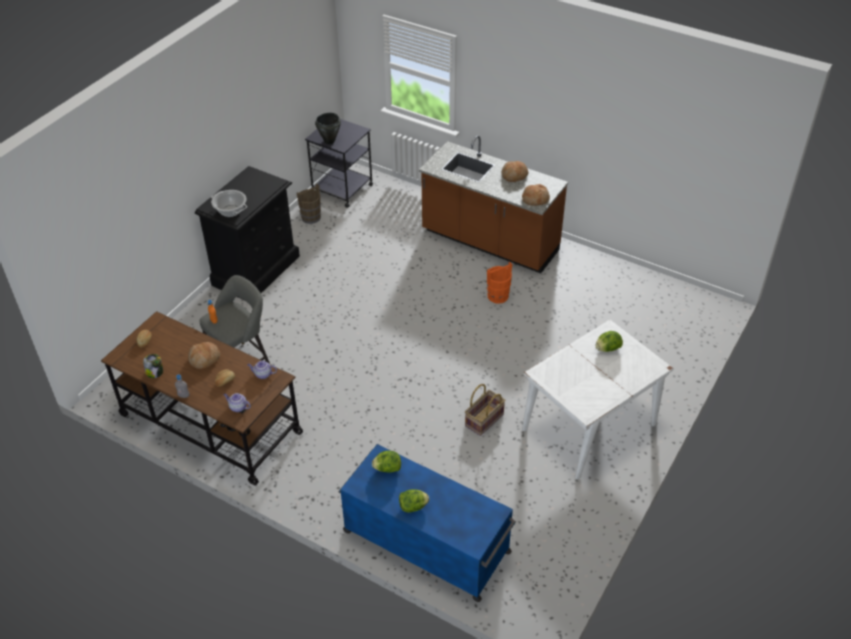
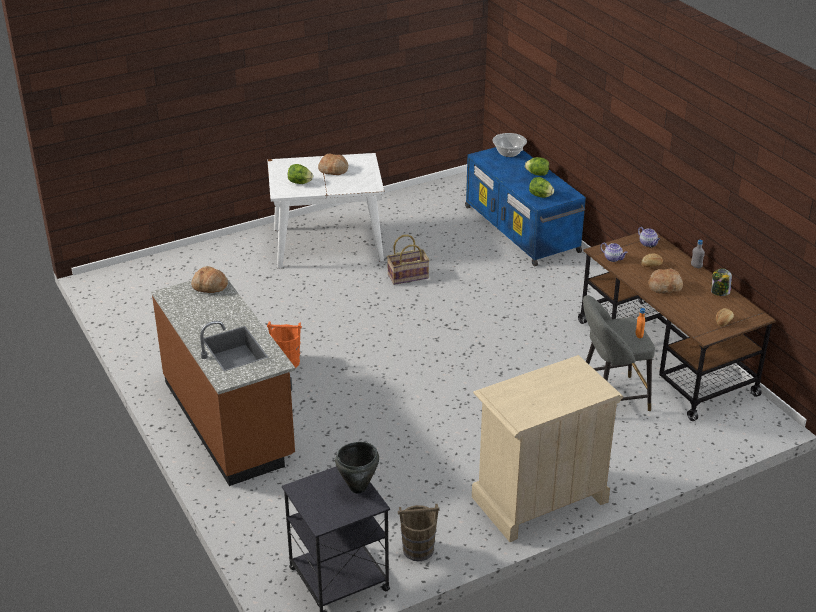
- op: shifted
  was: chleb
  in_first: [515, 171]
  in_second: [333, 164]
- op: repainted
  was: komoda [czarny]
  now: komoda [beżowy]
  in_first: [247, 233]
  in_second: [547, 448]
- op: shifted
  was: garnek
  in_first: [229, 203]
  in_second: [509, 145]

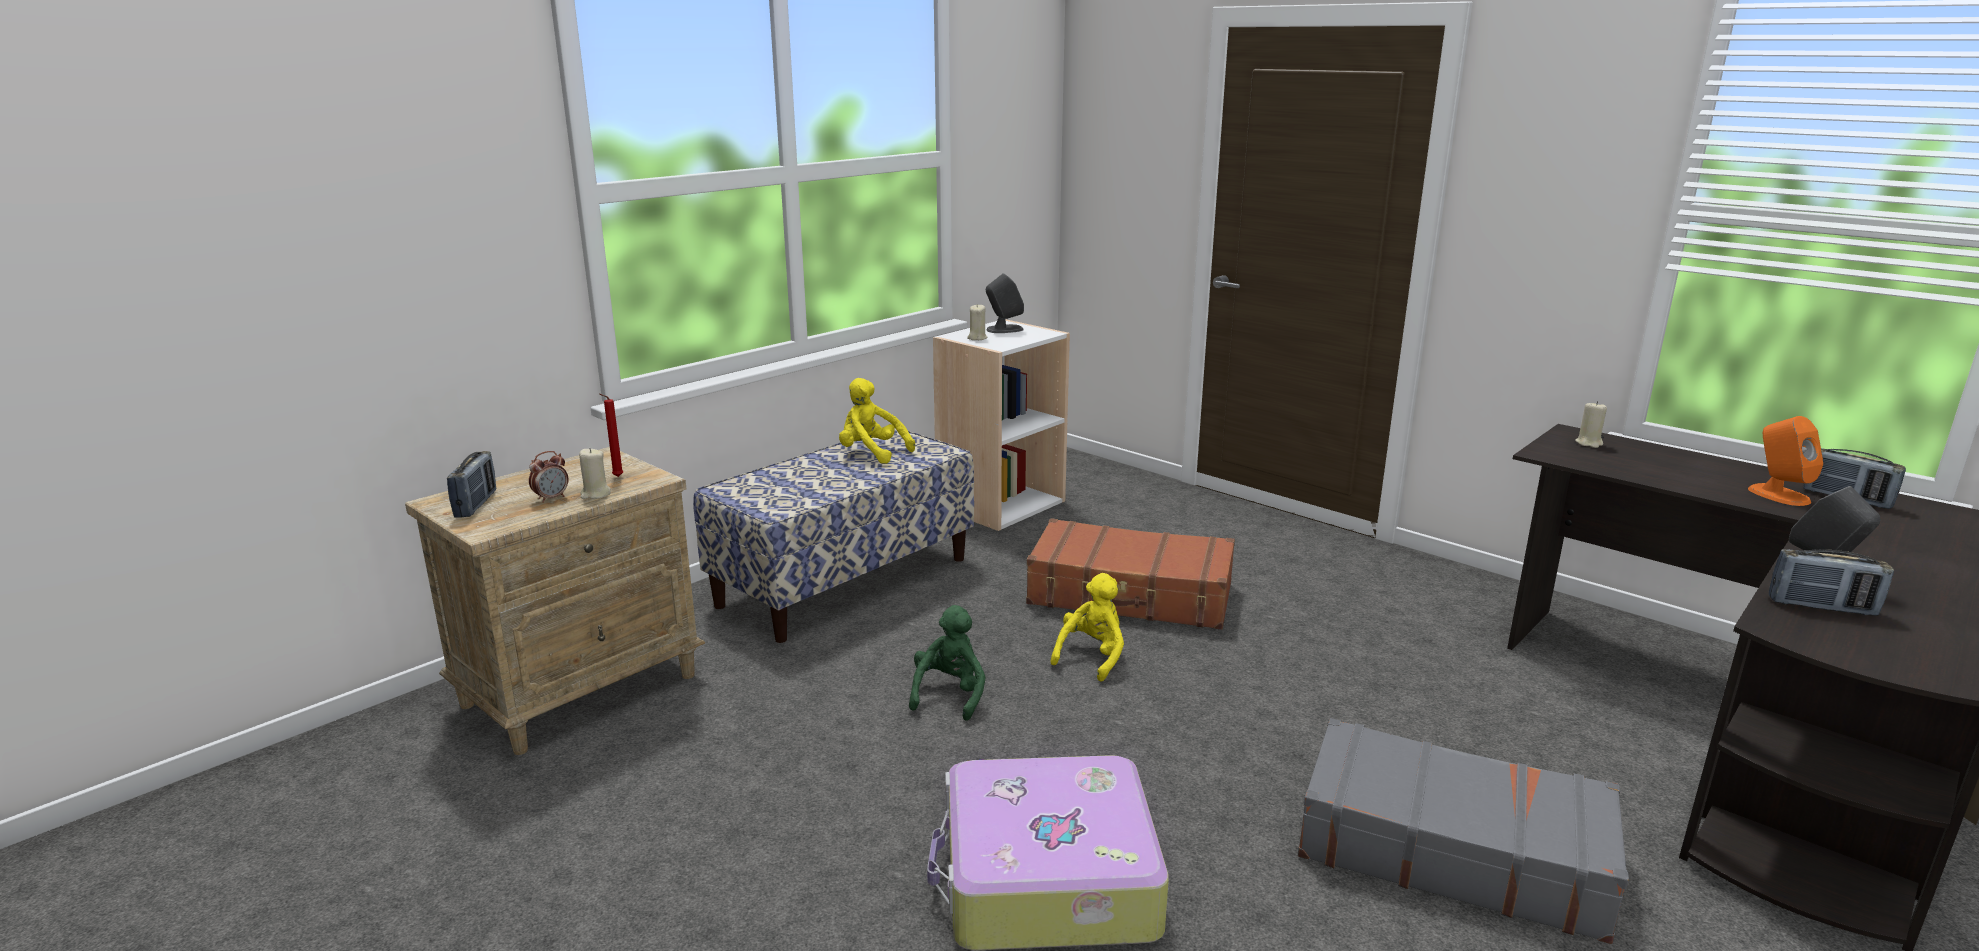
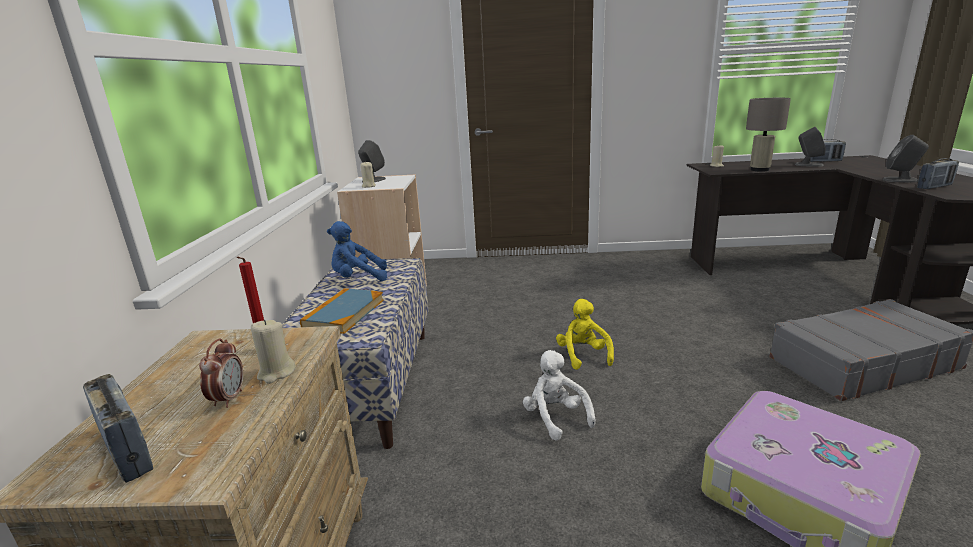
- op: repainted
  was: pluszak [żółty]
  now: pluszak [niebieski]
  in_first: [877, 421]
  in_second: [357, 251]
- op: repainted
  was: głośnik [pomarańczowy]
  now: głośnik [szary]
  in_first: [1785, 461]
  in_second: [810, 147]
- op: gone
  was: walizka [brązowy]
  in_first: [1130, 574]
- op: repainted
  was: pluszak [zielony]
  now: pluszak [biały]
  in_first: [947, 663]
  in_second: [559, 395]
- op: new
  now: lampa stołowa [szary]
  in_second: [768, 135]
- op: new
  now: książka
  in_second: [342, 311]

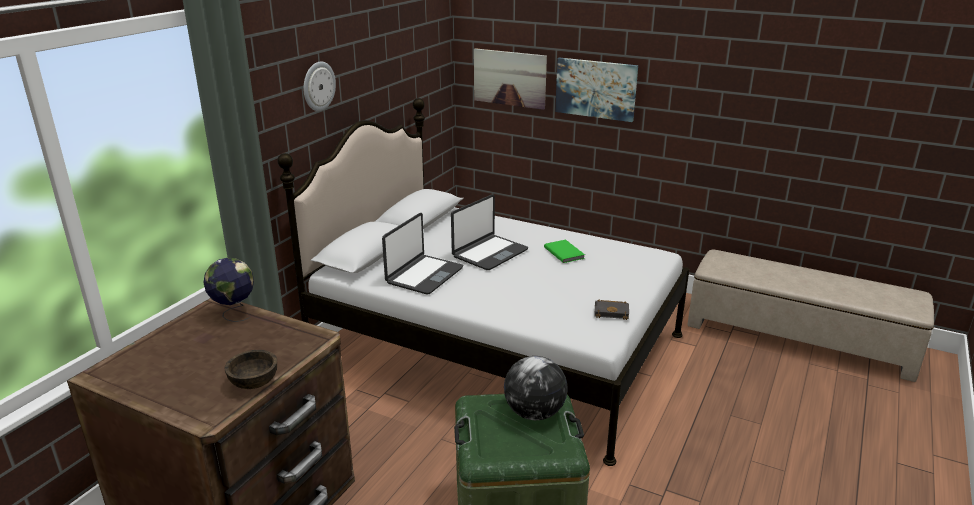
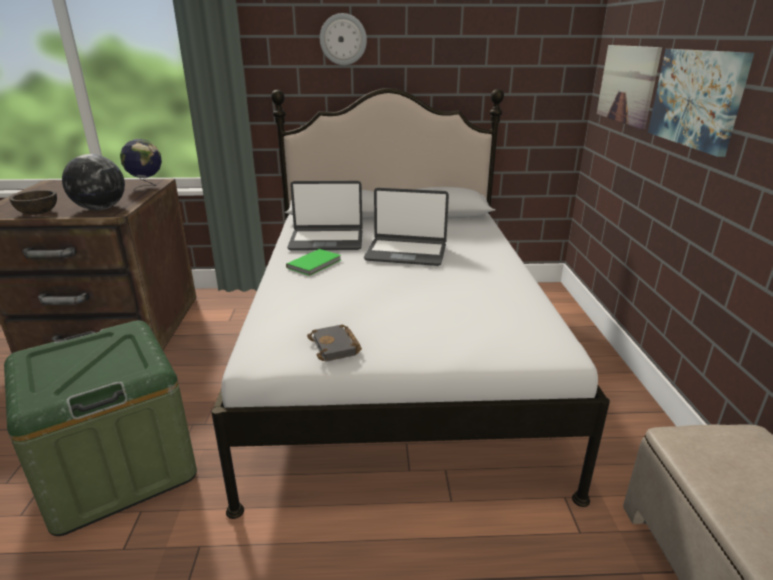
- op: shifted
  was: książka [zielony]
  in_first: [564, 251]
  in_second: [313, 262]
- op: shifted
  was: globus
  in_first: [536, 388]
  in_second: [93, 182]

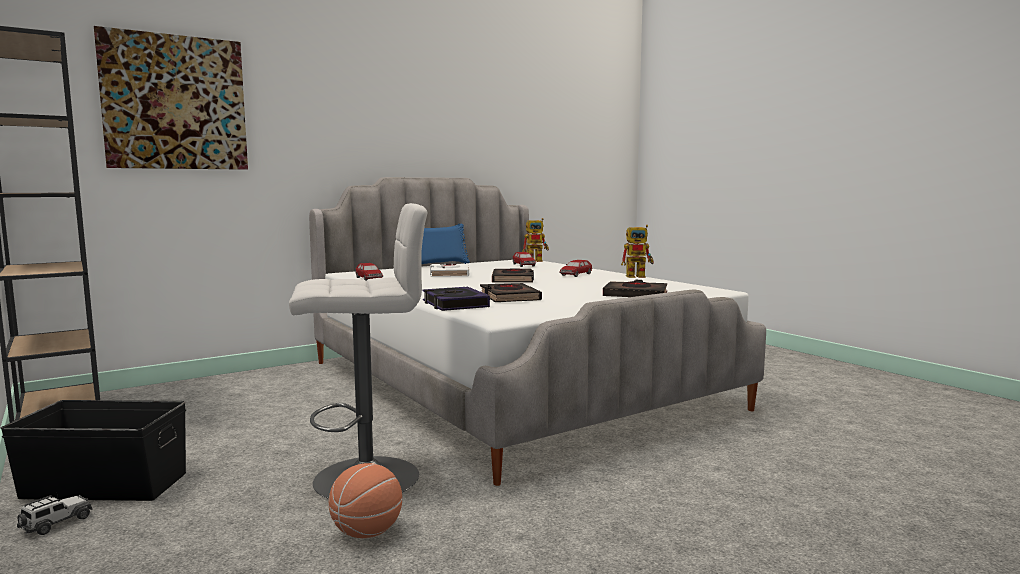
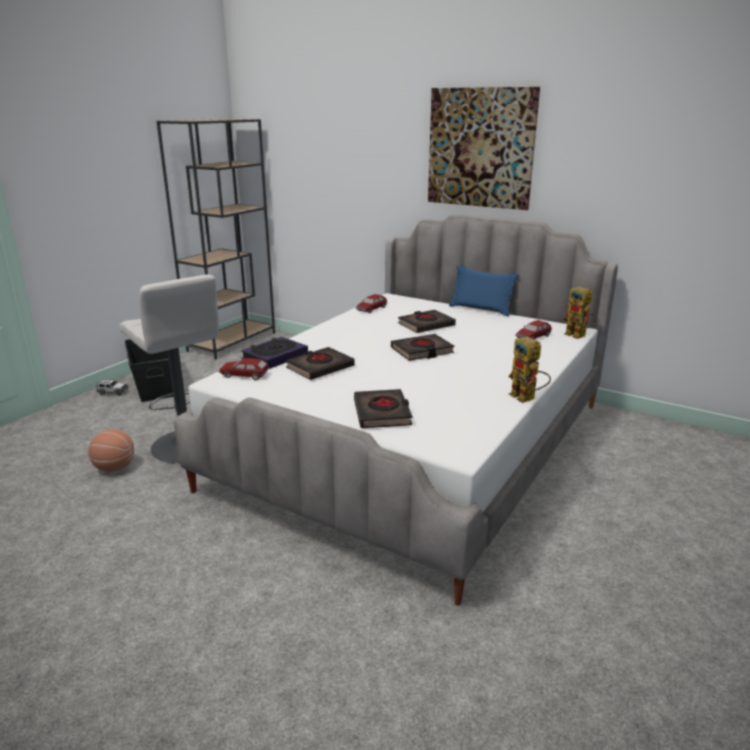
- op: shifted
  was: obraz
  in_first: [171, 98]
  in_second: [484, 148]
- op: shifted
  was: samochodzik
  in_first: [576, 268]
  in_second: [244, 369]
- op: repainted
  was: książka [biały]
  now: książka [czarny]
  in_first: [449, 270]
  in_second: [427, 321]

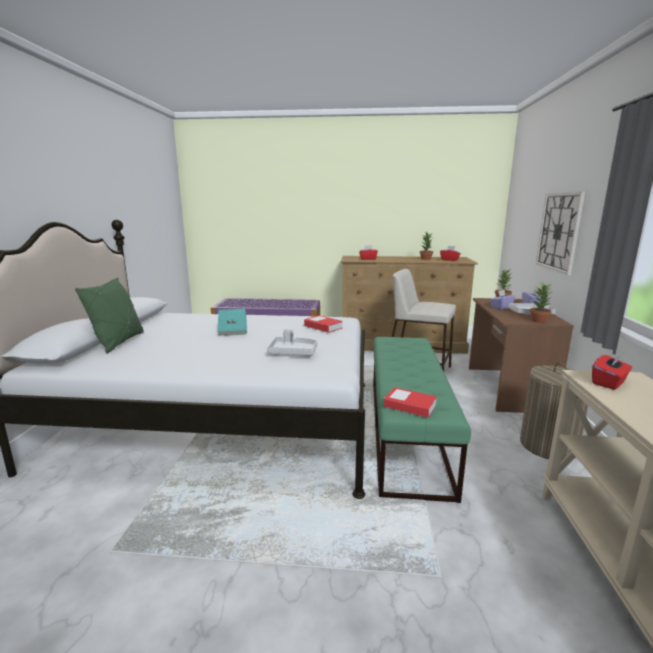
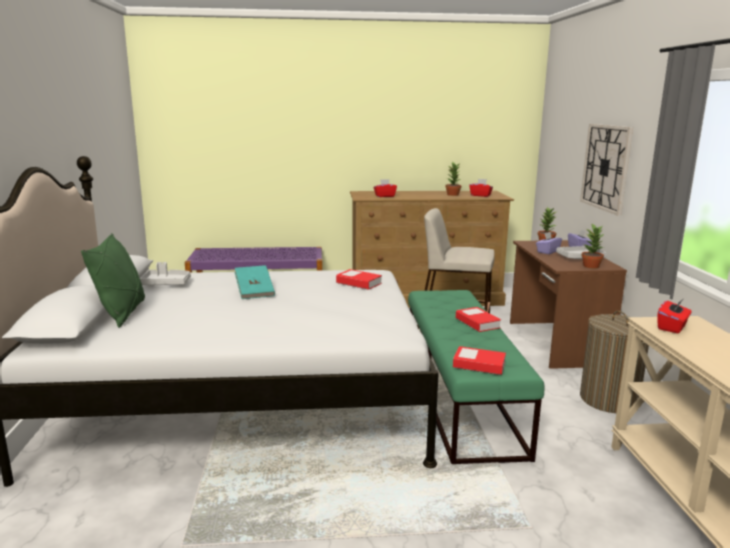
- op: shifted
  was: taca [szary]
  in_first: [292, 342]
  in_second: [165, 273]
- op: new
  now: książka
  in_second: [478, 319]

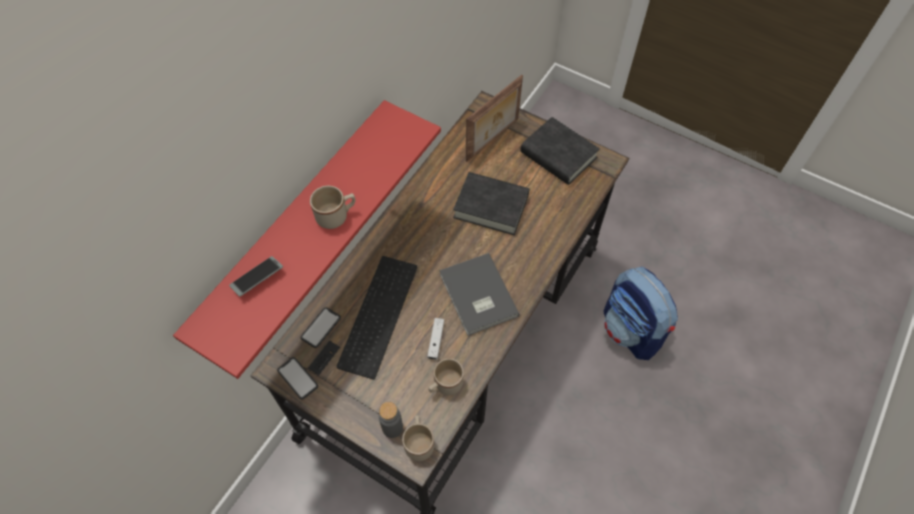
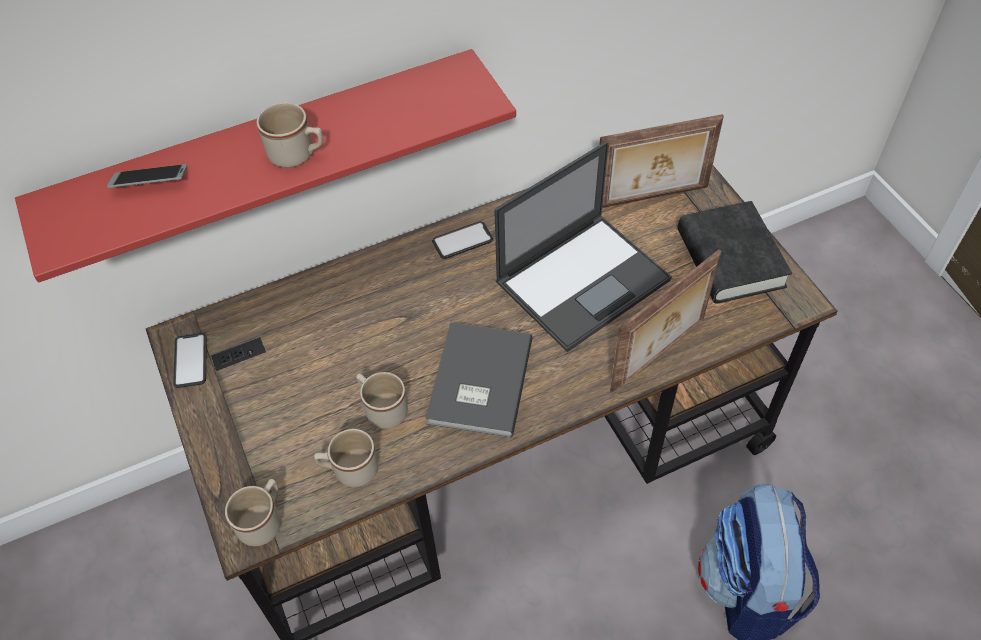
- op: swapped
  was: książka [czarny]
  now: laptop
  in_first: [491, 203]
  in_second: [583, 246]
- op: gone
  was: klawiatura
  in_first: [376, 318]
- op: shifted
  was: telefon
  in_first: [321, 327]
  in_second: [462, 240]
- op: swapped
  was: pad do gier [biały]
  now: kubek [beżowy]
  in_first: [435, 339]
  in_second: [382, 400]
- op: gone
  was: butelka [szary]
  in_first: [391, 420]
- op: new
  now: ramka na zdjęcie
  in_second: [665, 320]

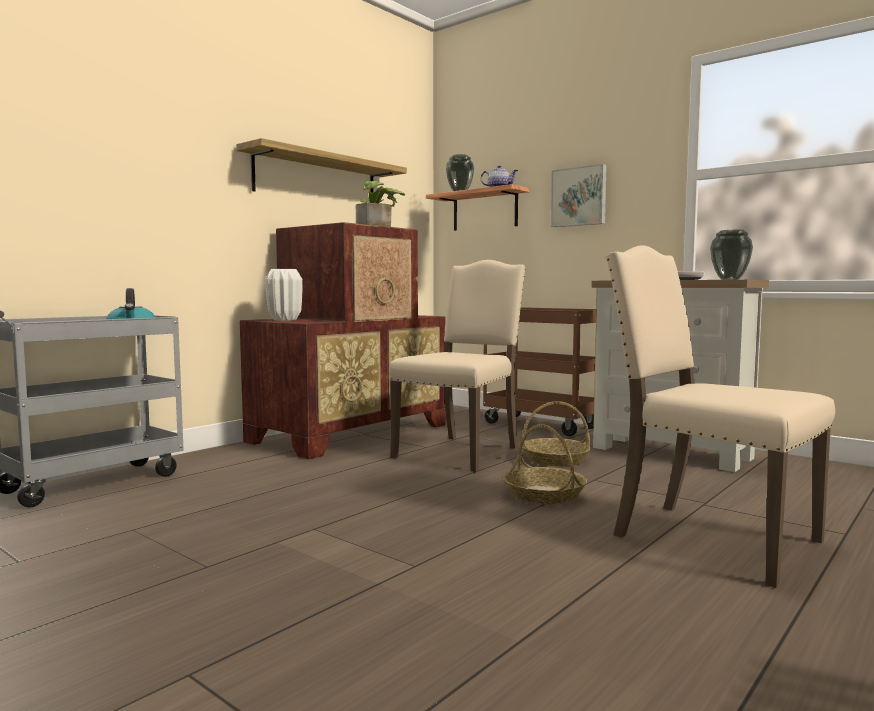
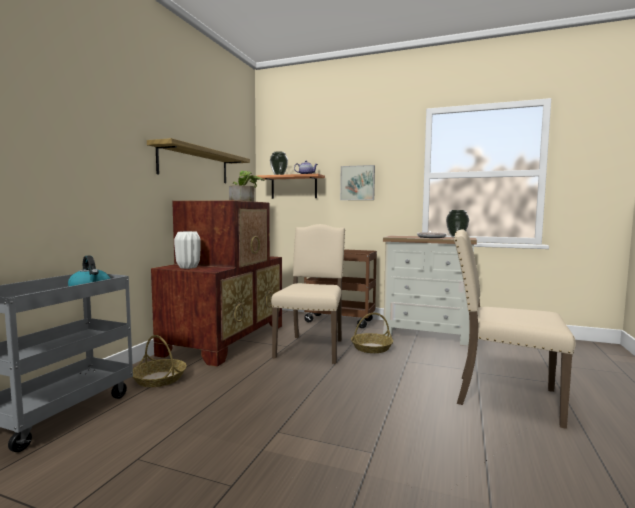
- op: shifted
  was: koszyk
  in_first: [545, 464]
  in_second: [160, 361]

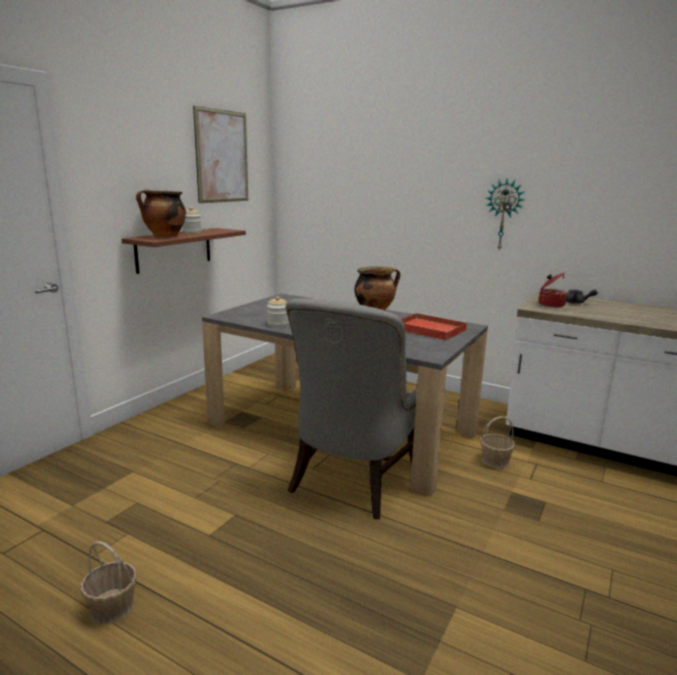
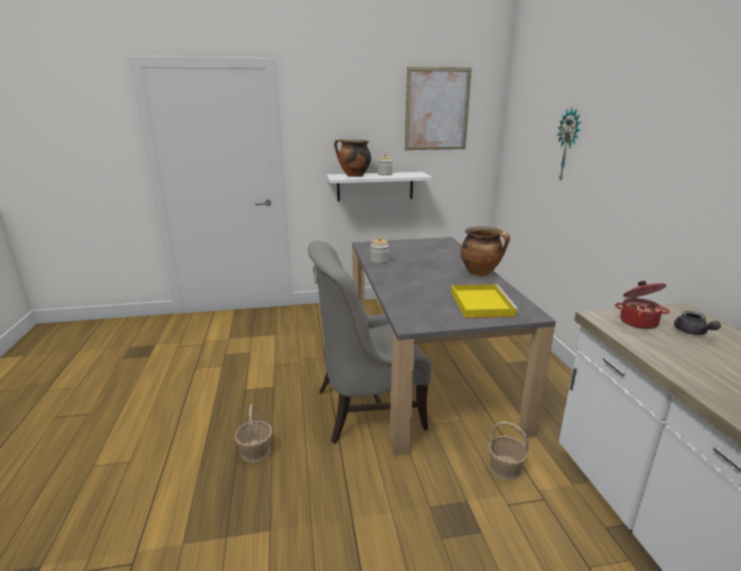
- op: shifted
  was: zegar ścienny
  in_first: [505, 214]
  in_second: [568, 144]
- op: repainted
  was: półka [brązowy]
  now: półka [biały]
  in_first: [184, 251]
  in_second: [379, 187]
- op: repainted
  was: taca [czerwony]
  now: taca [żółty]
  in_first: [434, 326]
  in_second: [485, 301]
- op: shifted
  was: koszyk
  in_first: [109, 582]
  in_second: [254, 433]

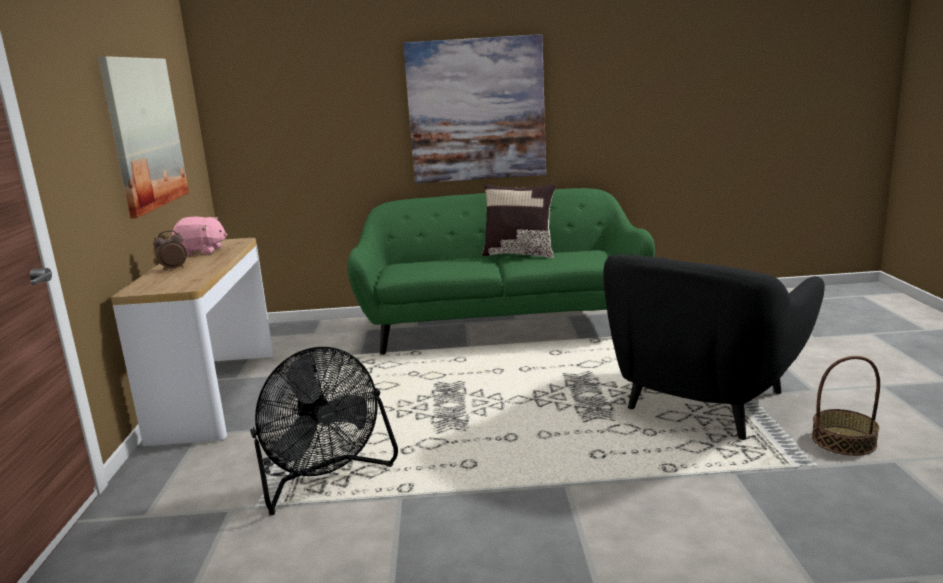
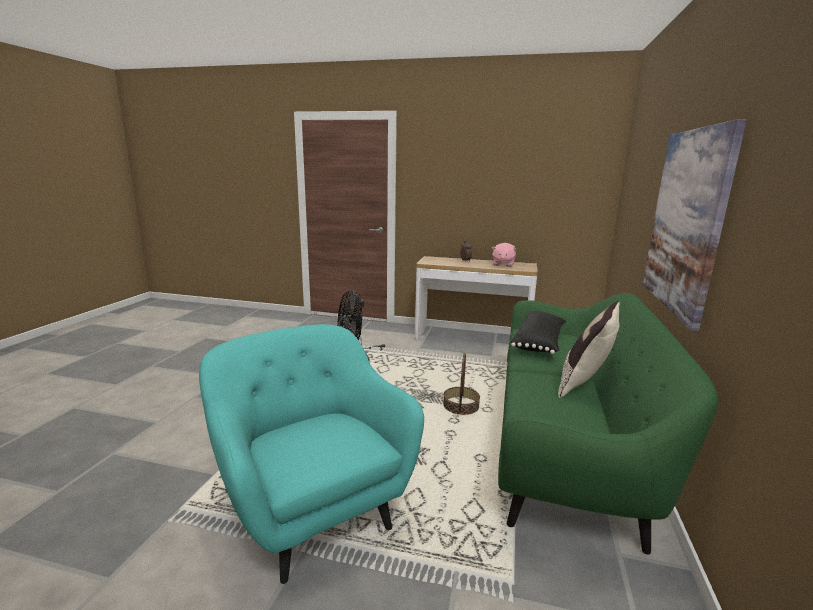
- op: gone
  was: obraz
  in_first: [143, 137]
- op: repainted
  was: fotel [czarny]
  now: fotel [turkusowy]
  in_first: [714, 347]
  in_second: [311, 454]
- op: shifted
  was: koszyk
  in_first: [846, 406]
  in_second: [461, 384]
- op: new
  now: poduszka [czarny]
  in_second: [538, 332]

